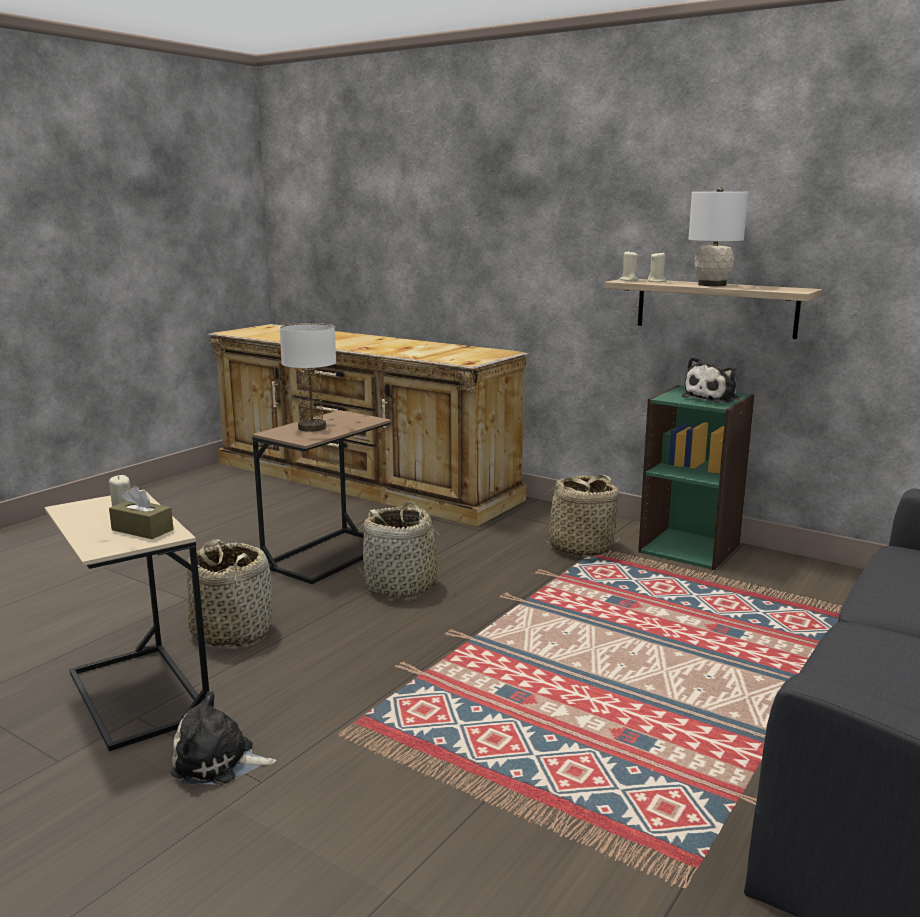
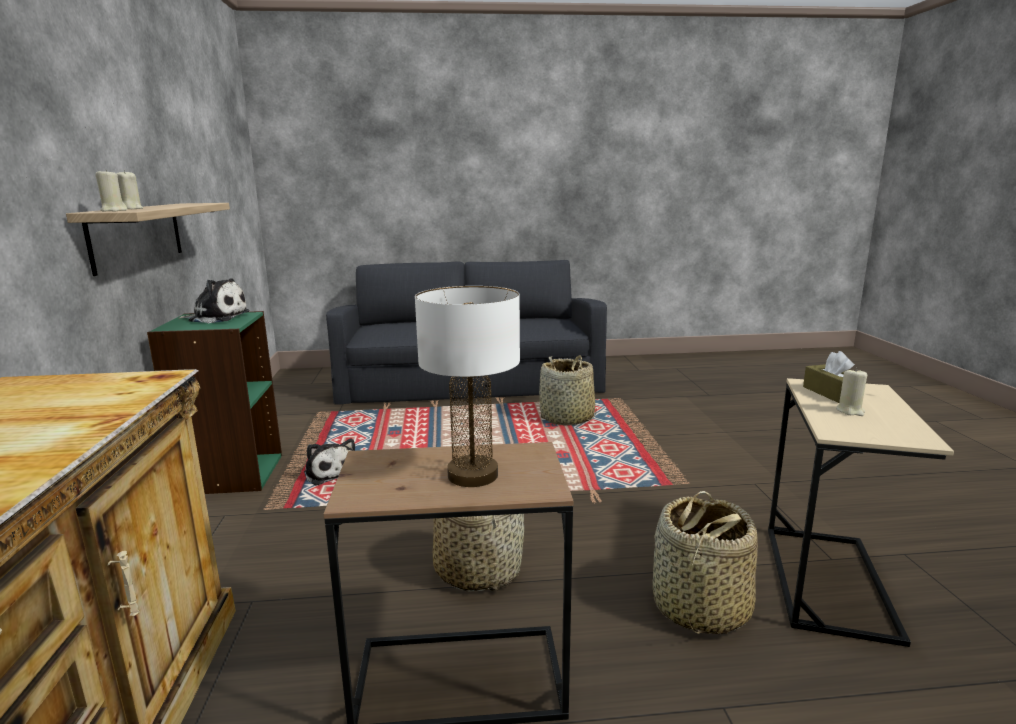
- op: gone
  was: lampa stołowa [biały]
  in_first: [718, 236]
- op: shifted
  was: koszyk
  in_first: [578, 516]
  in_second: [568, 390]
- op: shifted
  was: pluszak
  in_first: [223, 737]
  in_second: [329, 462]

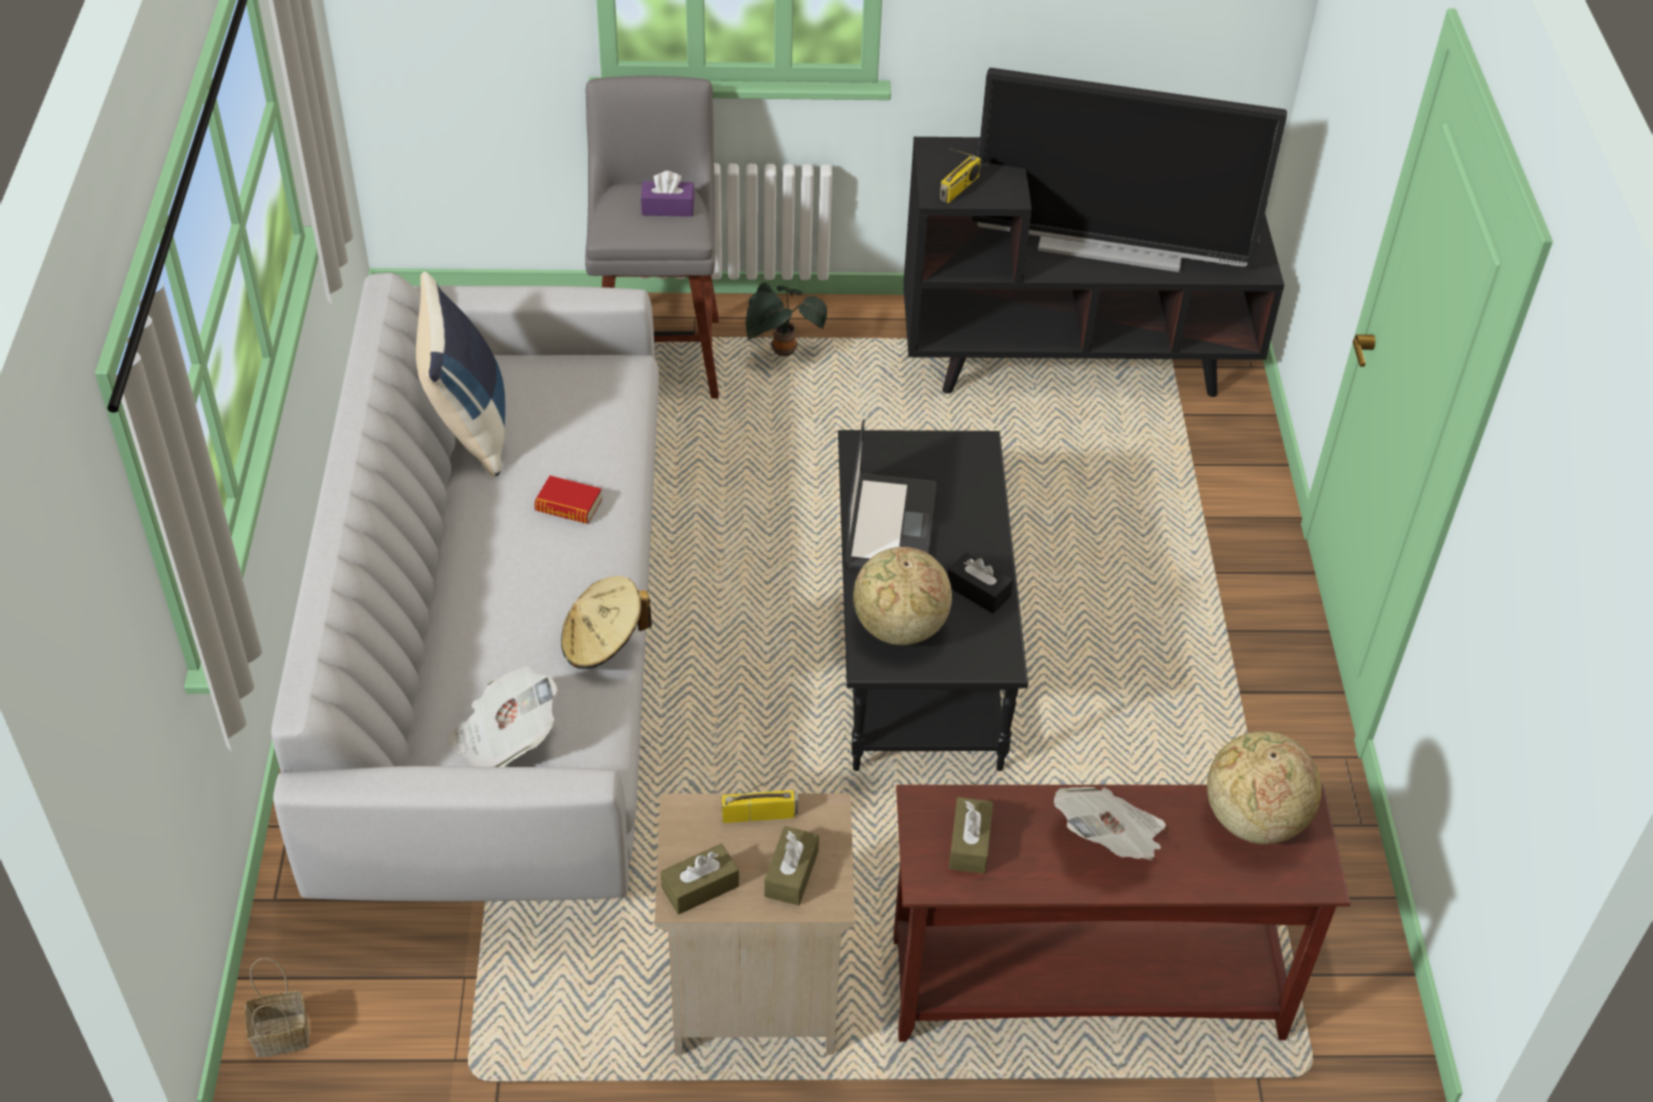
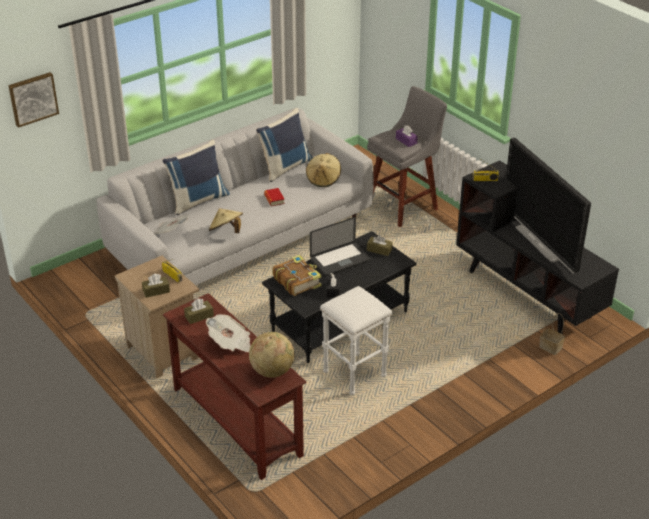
- op: gone
  was: roślina doniczkowa
  in_first: [786, 319]
- op: swapped
  was: globus
  now: książka
  in_first: [902, 596]
  in_second: [296, 275]
- op: shifted
  was: pudełko chusteczek [brązowy]
  in_first: [700, 879]
  in_second: [379, 245]
- op: shifted
  was: koszyk
  in_first: [277, 1007]
  in_second: [552, 334]
- op: new
  now: obraz
  in_second: [33, 100]
- op: new
  now: poduszka [niebieski]
  in_second: [196, 177]
- op: new
  now: kapelusz [beżowy]
  in_second: [323, 170]
- op: new
  now: stołek [biały]
  in_second: [356, 340]

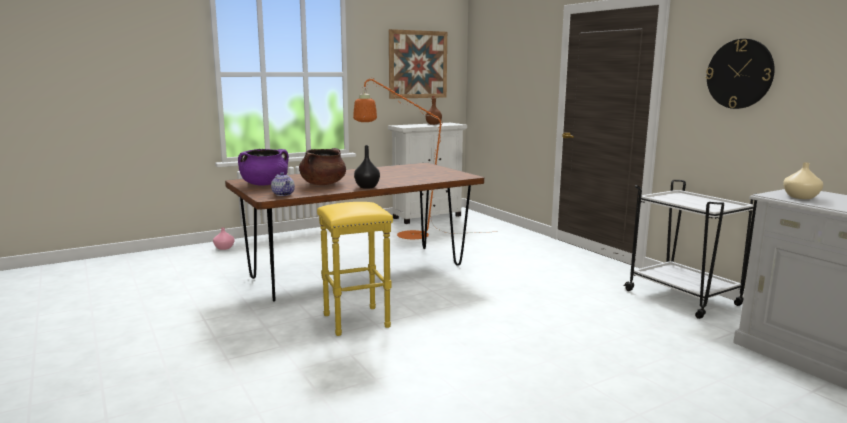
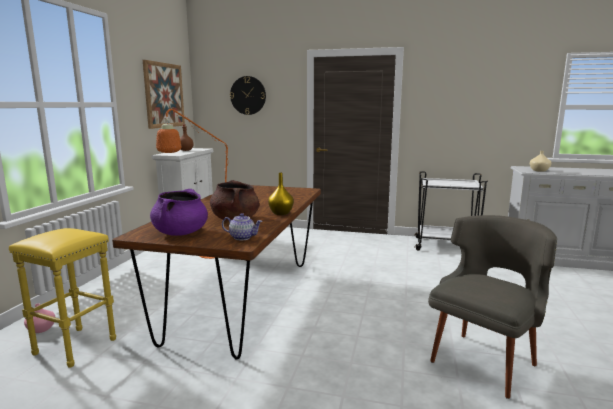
- op: shifted
  was: zegar ścienny
  in_first: [740, 74]
  in_second: [248, 95]
- op: repainted
  was: wazon [czarny]
  now: wazon [żółty]
  in_first: [367, 167]
  in_second: [281, 194]
- op: shifted
  was: stołek [żółty]
  in_first: [355, 269]
  in_second: [62, 298]
- op: new
  now: krzesło [szary]
  in_second: [492, 307]

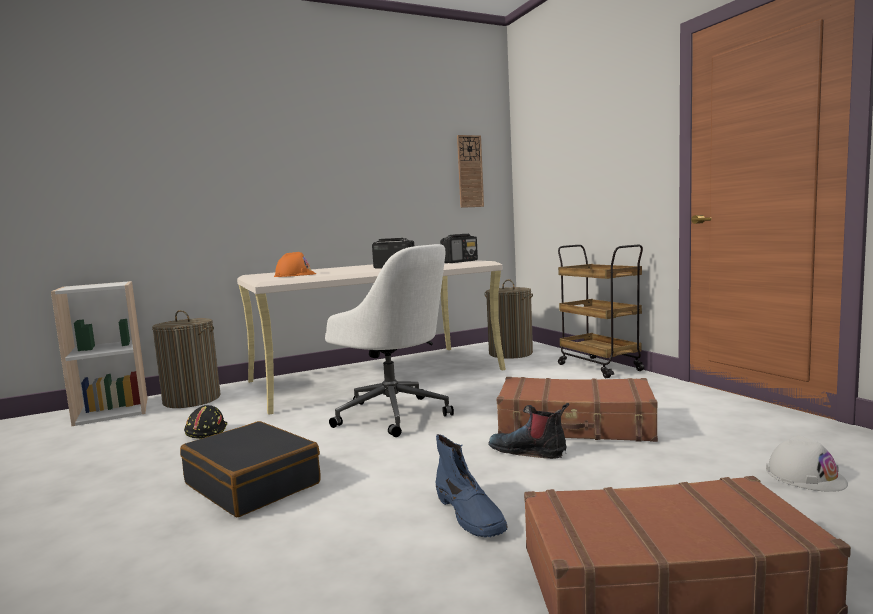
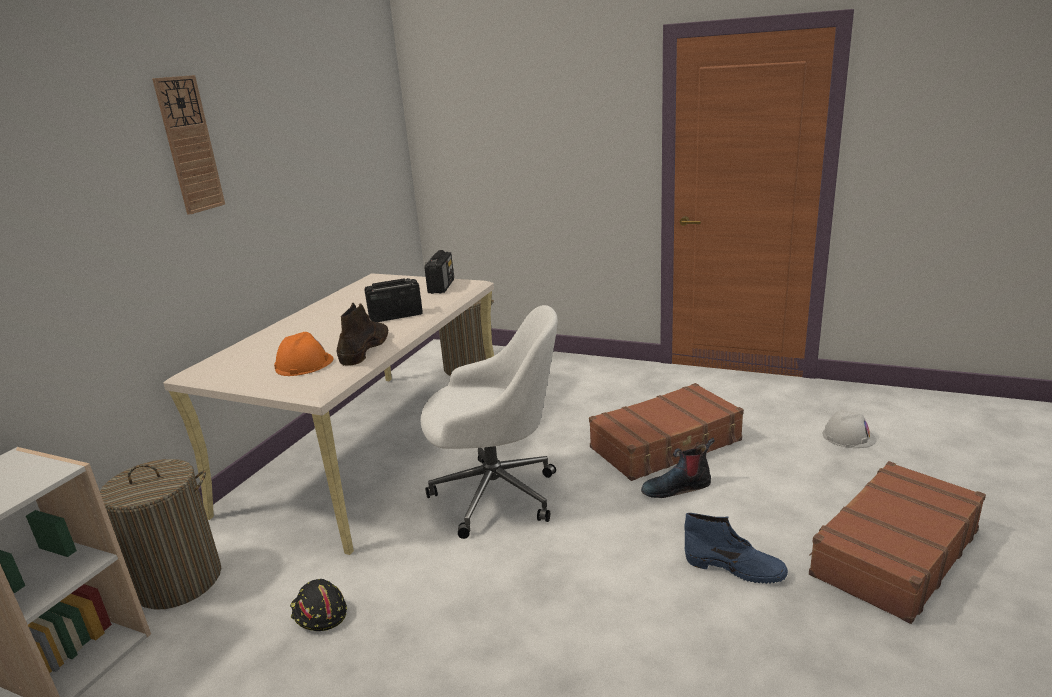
- op: shifted
  was: zegar ścienny
  in_first: [470, 171]
  in_second: [188, 145]
- op: gone
  was: wózek [brązowy]
  in_first: [601, 311]
- op: gone
  was: walizka [czarny]
  in_first: [250, 469]
- op: new
  now: but z cholewką [brązowy]
  in_second: [362, 334]

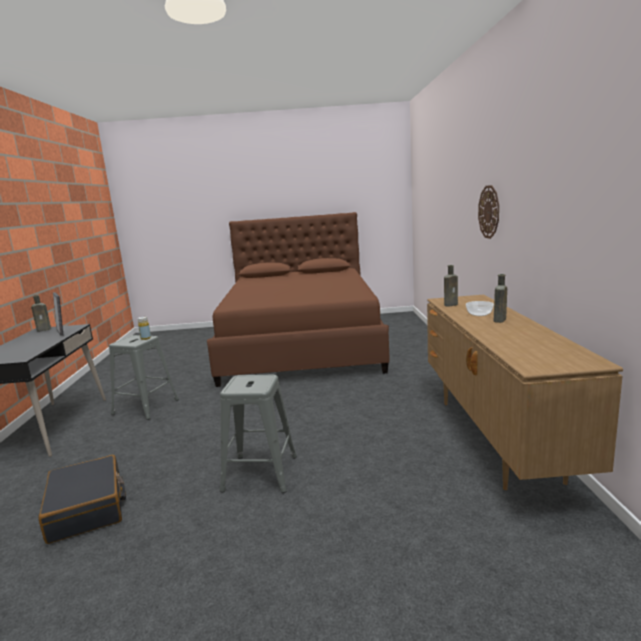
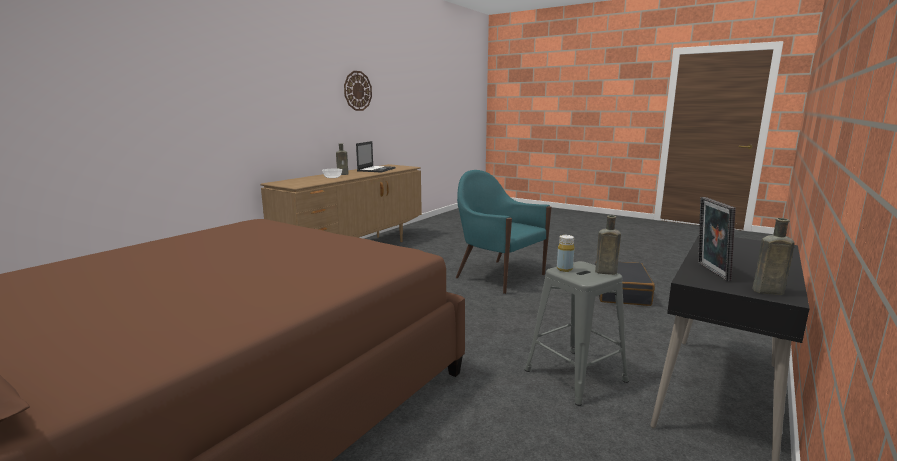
- op: shifted
  was: zegar ścienny
  in_first: [488, 212]
  in_second: [358, 91]
- op: shifted
  was: butelka [brązowy]
  in_first: [451, 285]
  in_second: [608, 245]
- op: swapped
  was: stołek [szary]
  now: fotel [turkusowy]
  in_first: [258, 434]
  in_second: [504, 232]
- op: new
  now: laptop
  in_second: [376, 156]

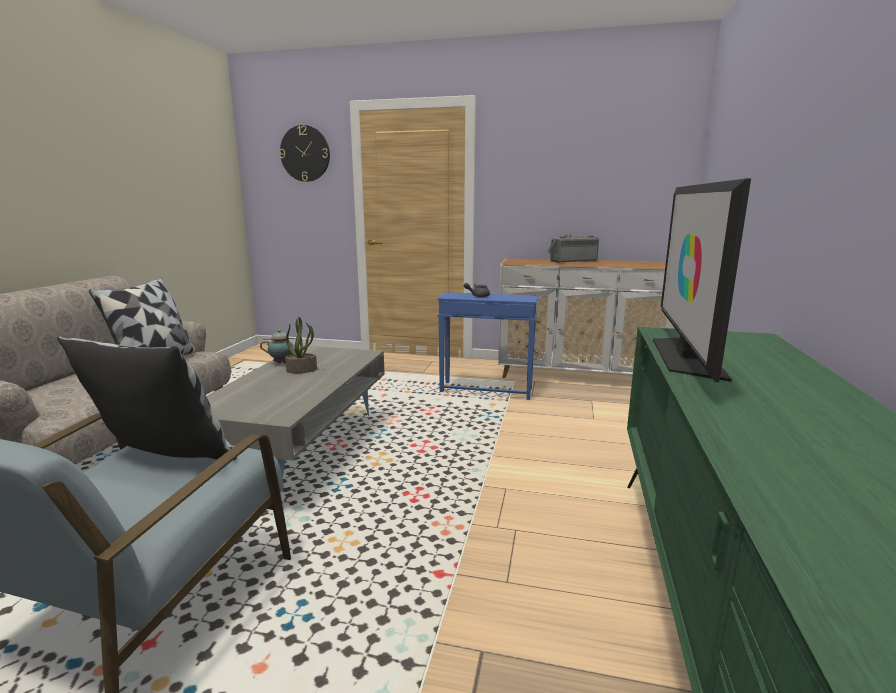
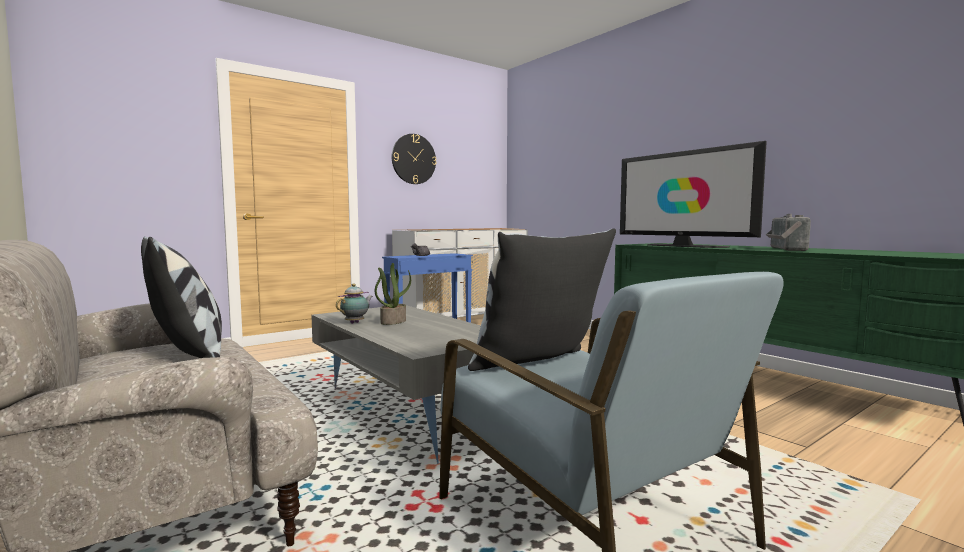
- op: shifted
  was: zegar ścienny
  in_first: [304, 153]
  in_second: [414, 159]
- op: shifted
  was: radio
  in_first: [573, 249]
  in_second: [788, 232]

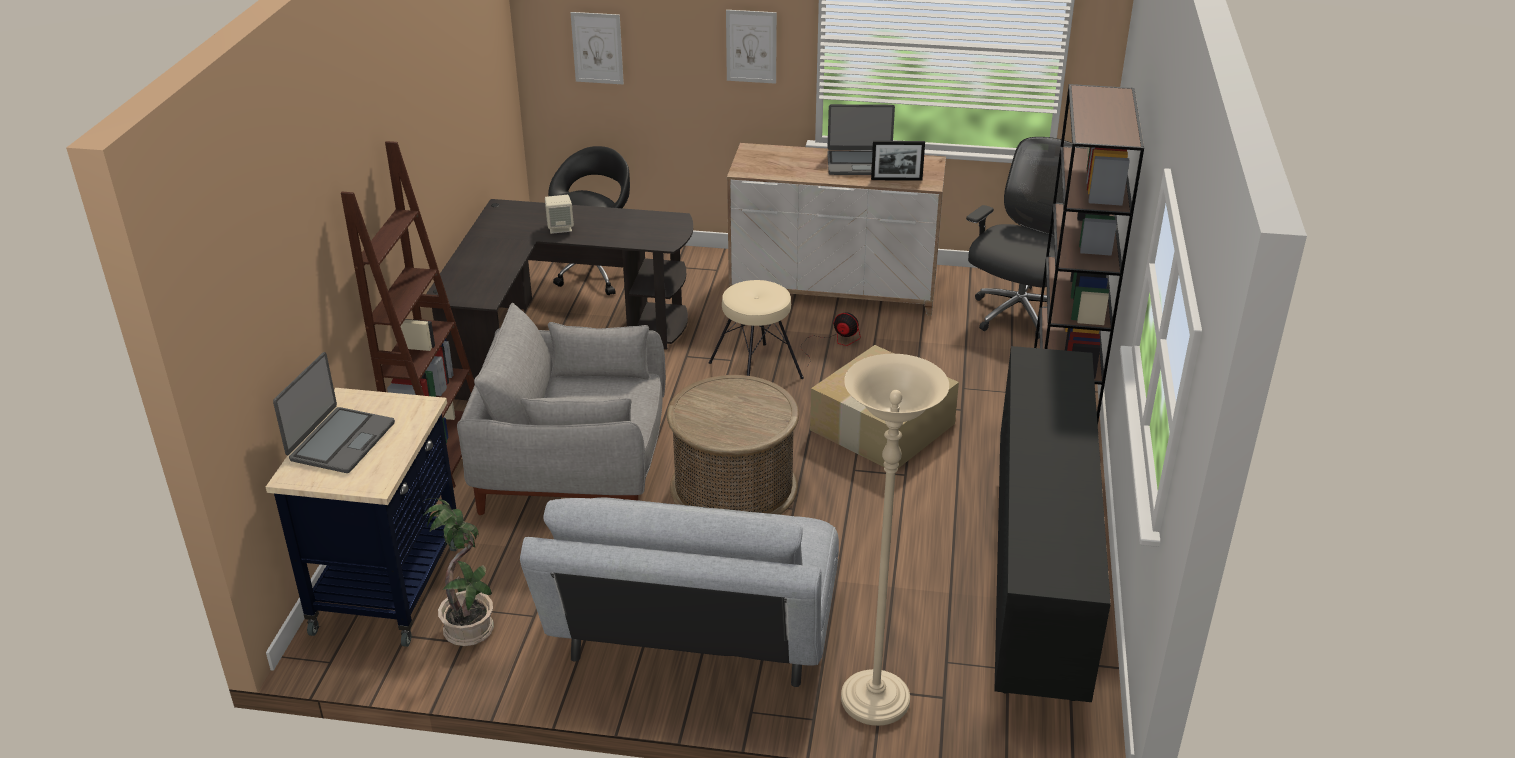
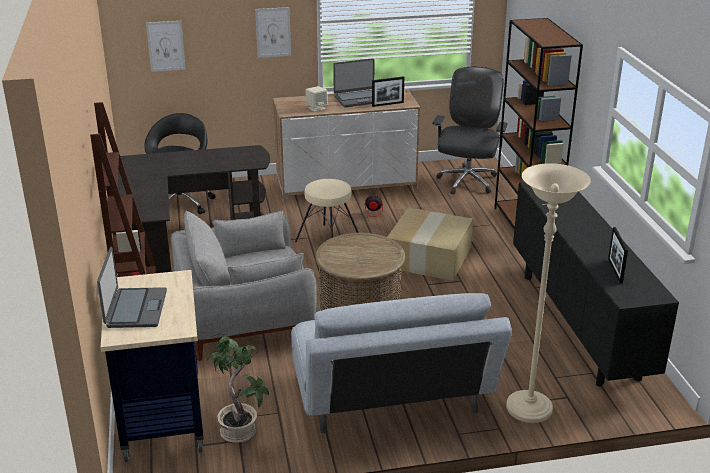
- op: shifted
  was: głośnik [beżowy]
  in_first: [559, 214]
  in_second: [316, 99]
- op: new
  now: ramka na zdjęcie
  in_second: [618, 255]

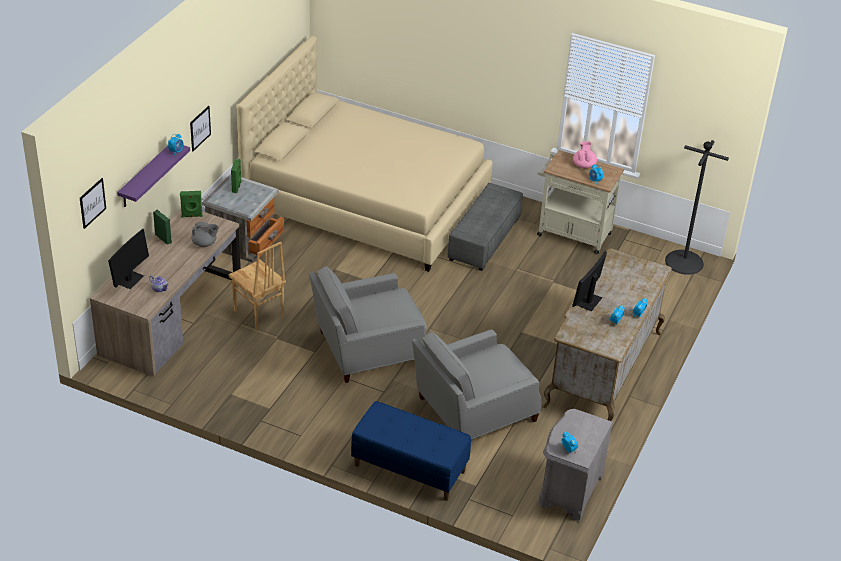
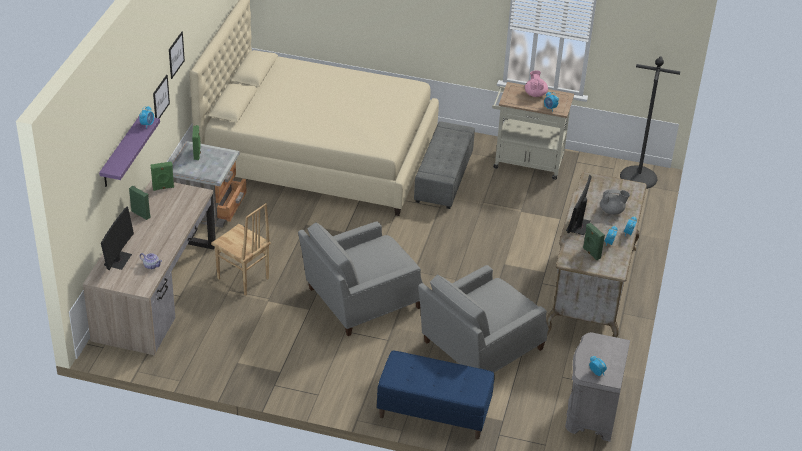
- op: shifted
  was: obraz
  in_first: [93, 203]
  in_second: [177, 55]
- op: shifted
  was: imbryk [szary]
  in_first: [205, 234]
  in_second: [615, 202]
- op: new
  now: głośnik [zielony]
  in_second: [594, 241]

